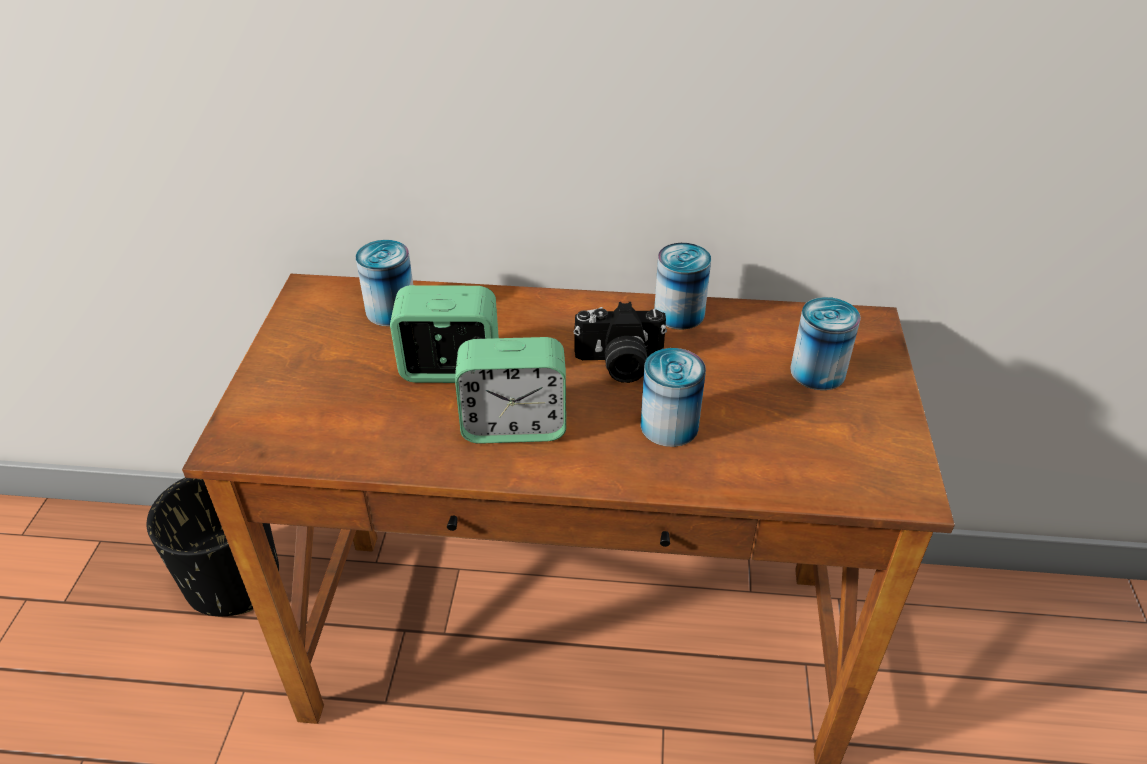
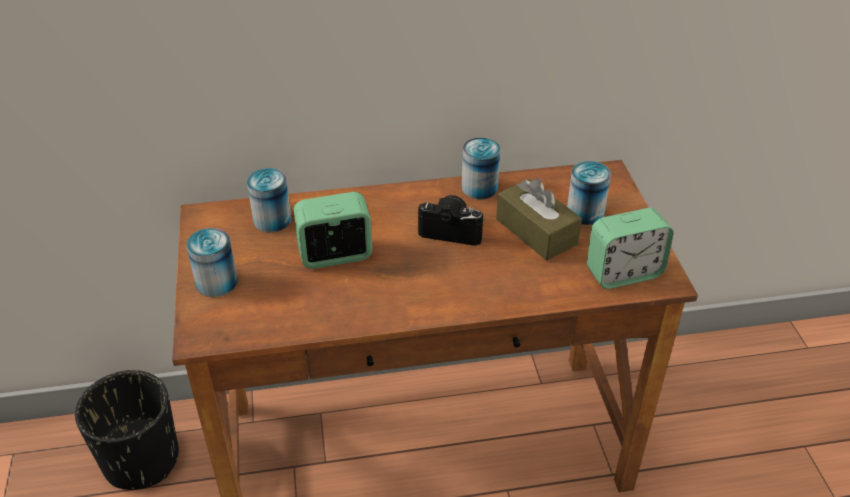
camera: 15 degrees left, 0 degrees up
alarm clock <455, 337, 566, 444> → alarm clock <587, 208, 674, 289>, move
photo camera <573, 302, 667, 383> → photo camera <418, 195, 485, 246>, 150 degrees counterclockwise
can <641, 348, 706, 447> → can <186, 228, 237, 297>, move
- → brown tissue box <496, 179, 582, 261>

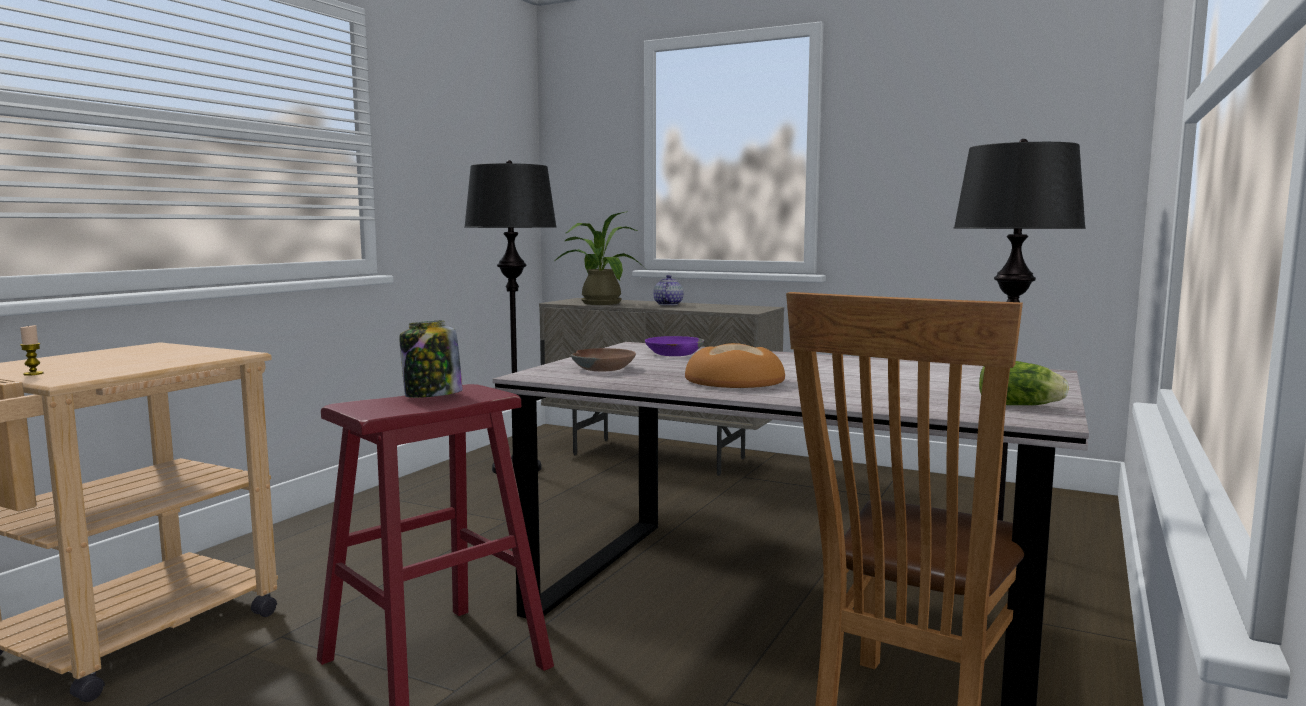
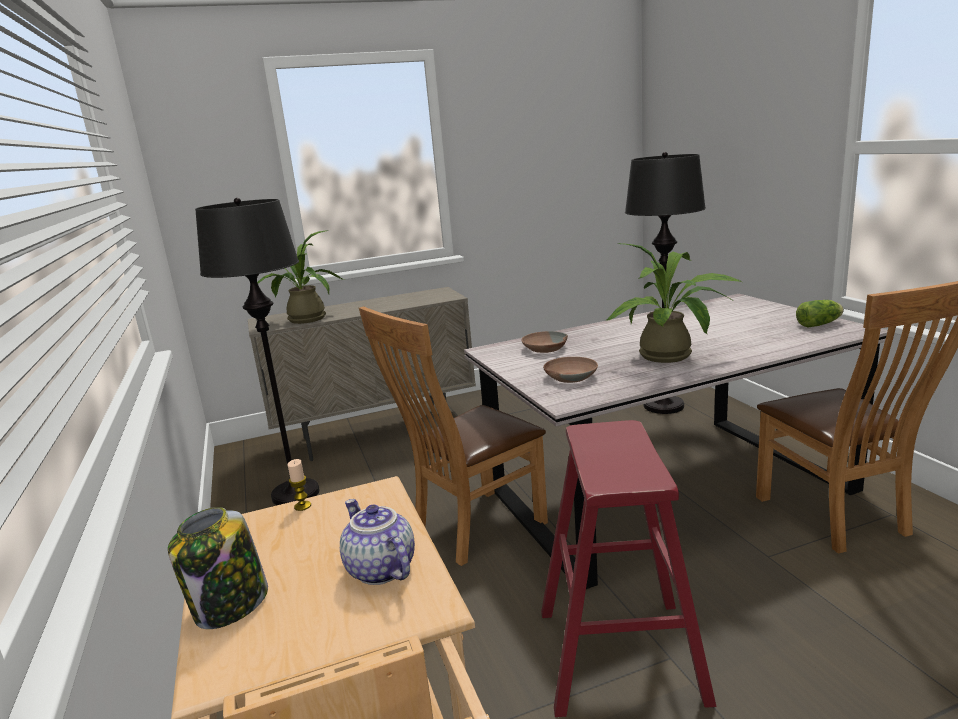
camera: 45 degrees left, 10 degrees up
candle <20, 325, 43, 376> → candle <287, 459, 311, 511>, move
jar <399, 320, 463, 398> → jar <168, 507, 268, 629>, move
purple bowl <645, 336, 704, 356> → brown bowl <522, 331, 568, 353>
teapot <653, 275, 683, 305> → teapot <340, 499, 415, 585>, move
bread <685, 343, 785, 388> → potted plant <605, 243, 742, 363>
- → brown chair <359, 306, 548, 566>

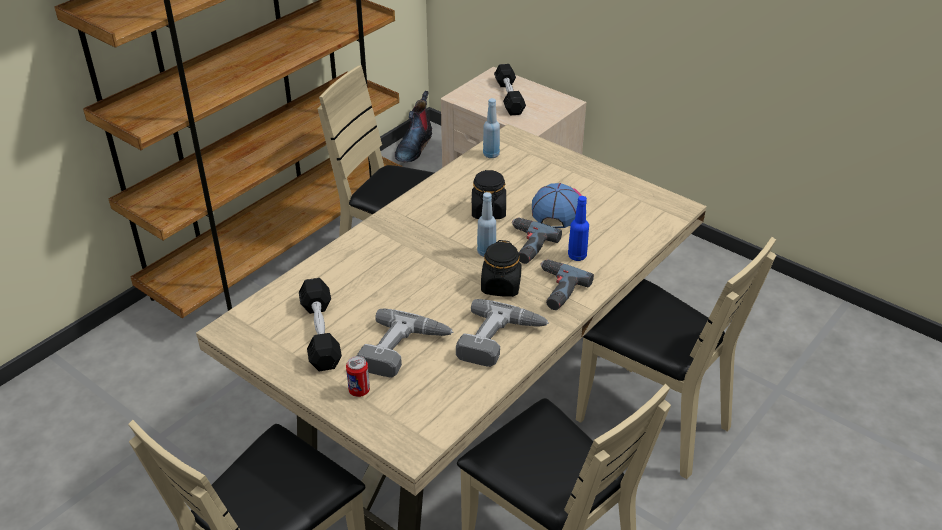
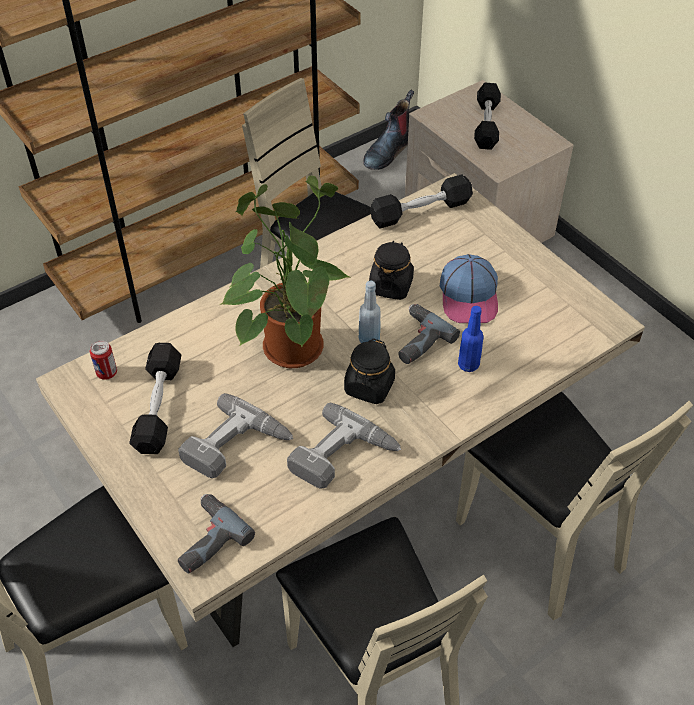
camera: 15 degrees right, 10 degrees up
can <346, 356, 370, 397> → can <90, 340, 117, 380>, move
blue bottle <483, 98, 500, 158> → black dumbbell <370, 174, 473, 229>
cap <532, 183, 582, 228> → cap <440, 254, 498, 323>, 150 degrees clockwise
power drill <541, 259, 594, 310> → power drill <178, 494, 255, 573>, move
- → potted plant <219, 176, 352, 368>

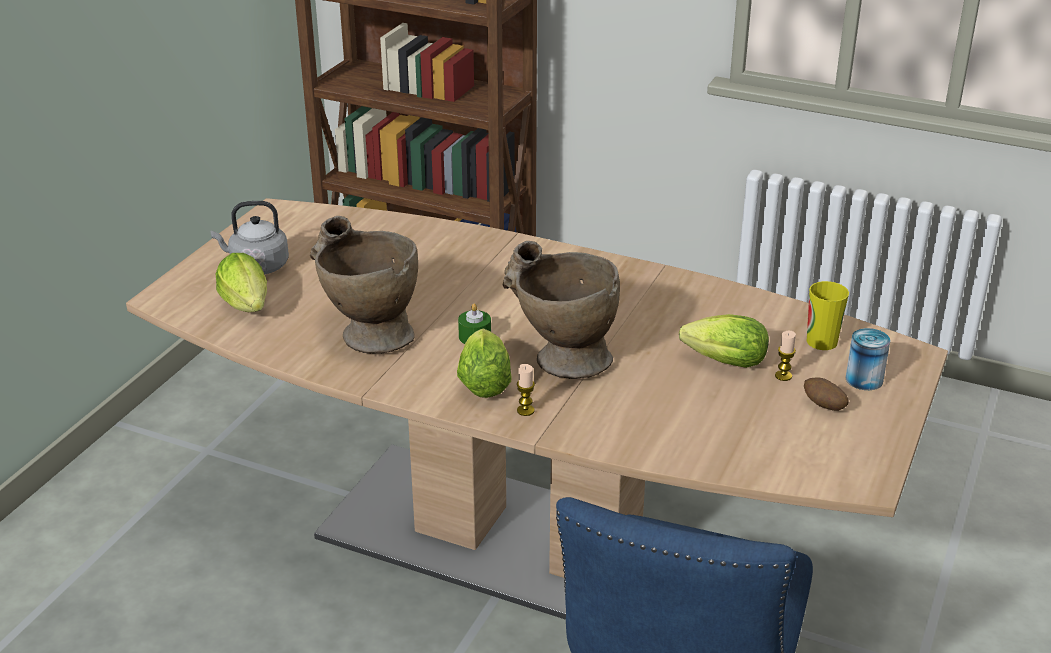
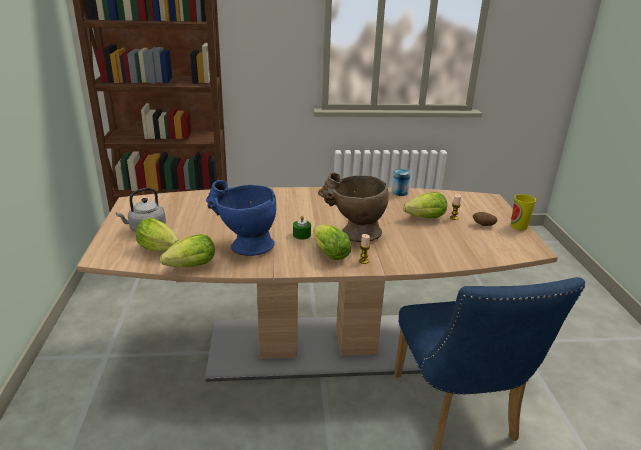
camera: 30 degrees left, 5 degrees down
beige vase <310, 216, 418, 354> → blue vase <206, 180, 276, 256>
cup <807, 281, 849, 350> → cup <510, 194, 536, 230>, move
can <845, 328, 891, 390> → can <392, 169, 411, 196>, move
- → lettuce <160, 234, 215, 268>

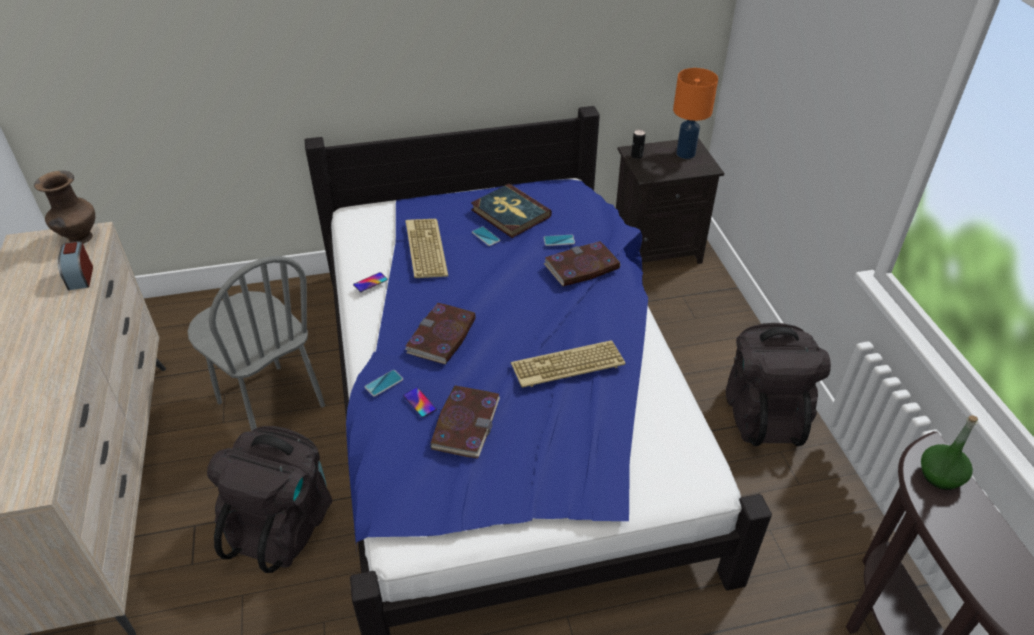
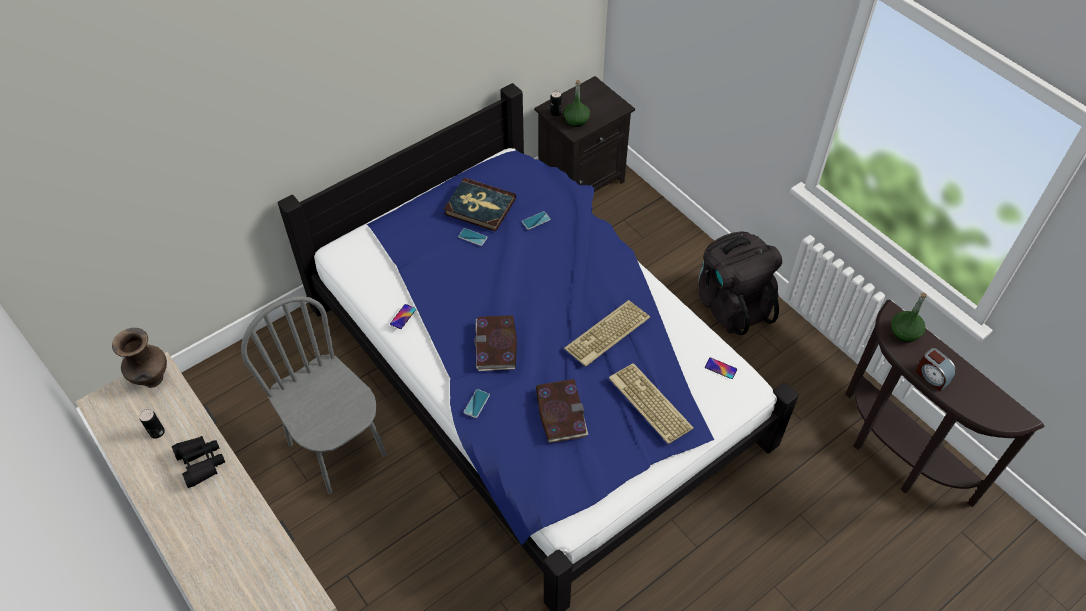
camera: 25 degrees left, 10 degrees up
alarm clock <58, 241, 93, 290> → alarm clock <916, 348, 956, 391>, move
grey chair <188, 256, 325, 431> → grey chair <241, 296, 386, 494>, 150 degrees counterclockwise
black backpack <207, 426, 332, 573> → -
phone <403, 388, 437, 418> → phone <705, 357, 737, 379>, move
keyboard <405, 219, 449, 278> → keyboard <609, 363, 694, 444>, move
book <543, 241, 620, 286> → -
orange table lamp <673, 68, 718, 159> → -
- → can <139, 409, 165, 439>
- → black binoculars <172, 436, 225, 488>
- → green bottle <564, 80, 590, 127>

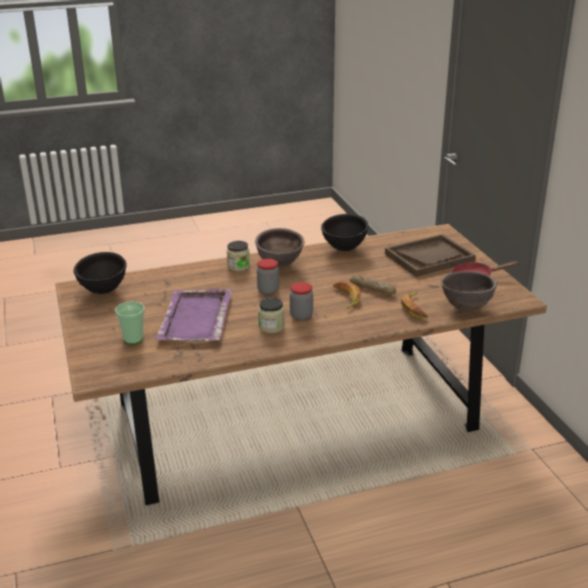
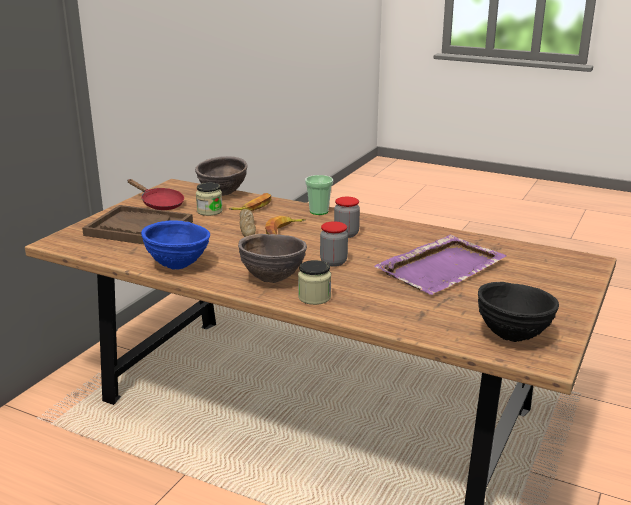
camera: 135 degrees left, 5 degrees down
cup <115, 302, 145, 344> → cup <305, 175, 333, 215>, move
jar <258, 298, 285, 333> → jar <196, 182, 223, 216>, move
black bowl <321, 214, 369, 251> → blue bowl <141, 221, 210, 270>

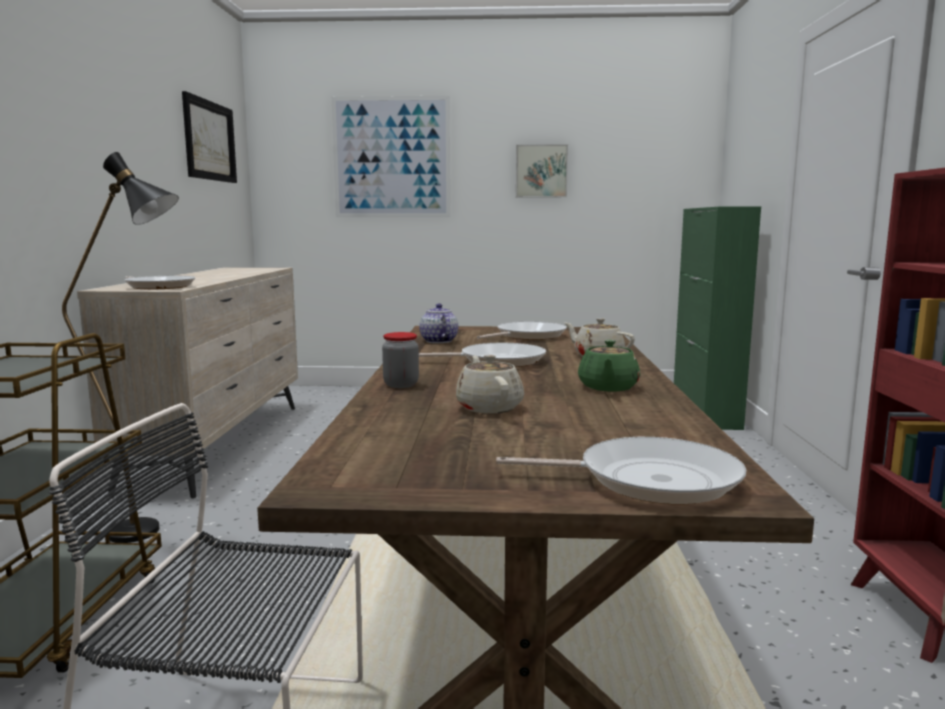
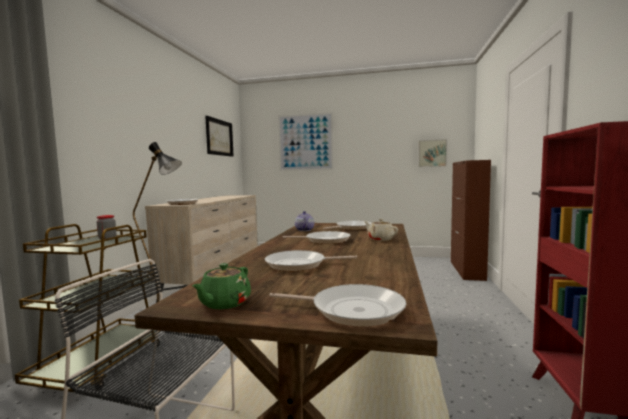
camera: 10 degrees right, 5 degrees down
jar <382, 332, 419, 388> → jar <97, 215, 116, 239>, move
beige teapot <456, 355, 524, 413> → frying pan <265, 250, 357, 271>
picture <516, 144, 568, 197> → picture <418, 139, 447, 167>, move
green teapot <578, 340, 640, 391> → green teapot <192, 263, 251, 309>, move
green cabinet <674, 207, 761, 430> → brown cabinet <451, 160, 491, 281>

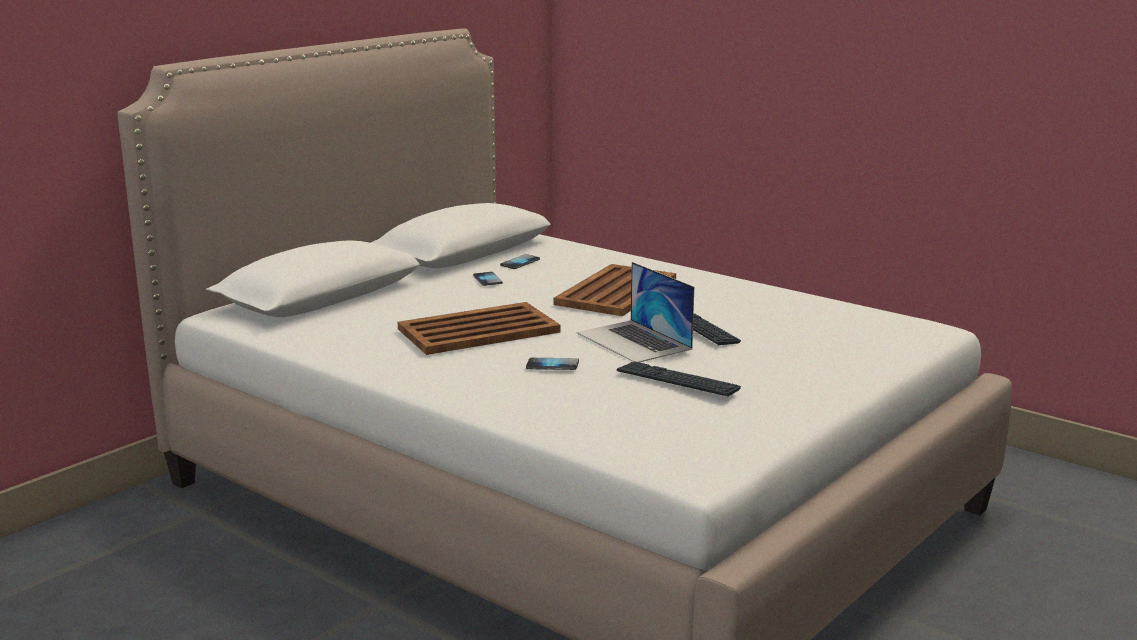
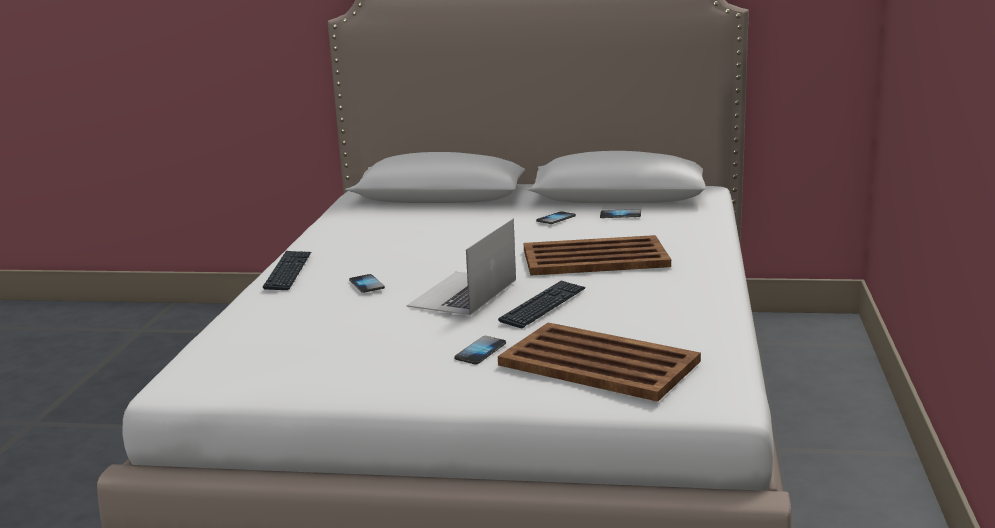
camera: 60 degrees right, 0 degrees up
brown tray <398, 302, 560, 355> → brown tray <498, 323, 701, 402>, move
keyboard <617, 361, 741, 397> → keyboard <263, 251, 311, 290>, move
- → phone <454, 336, 506, 364>

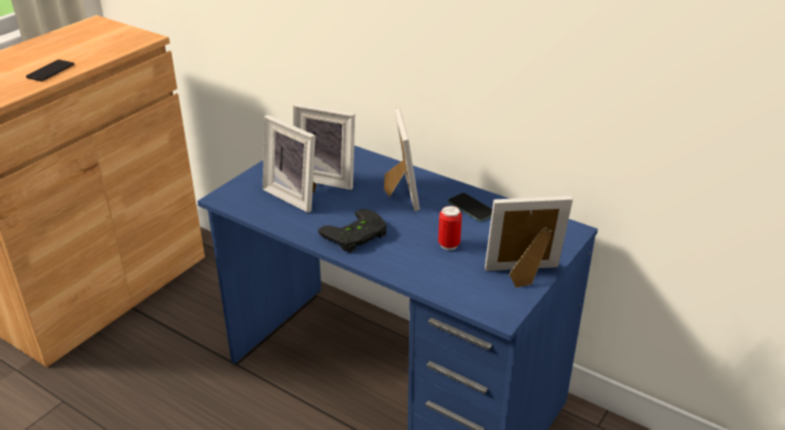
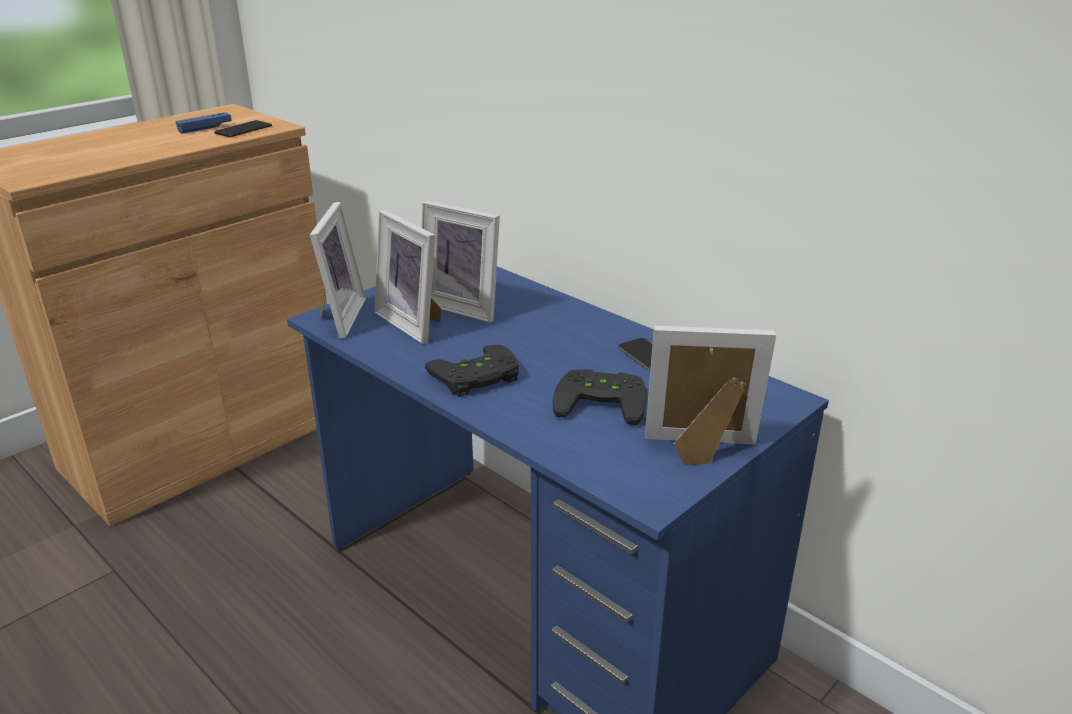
camera: 10 degrees right, 5 degrees down
phone <26, 60, 75, 82> → phone <214, 120, 272, 137>, move
picture frame <384, 108, 420, 211> → picture frame <310, 202, 366, 338>, move
can <438, 206, 462, 250> → black game controller <553, 369, 647, 425>
- → blue game controller <176, 112, 232, 134>

